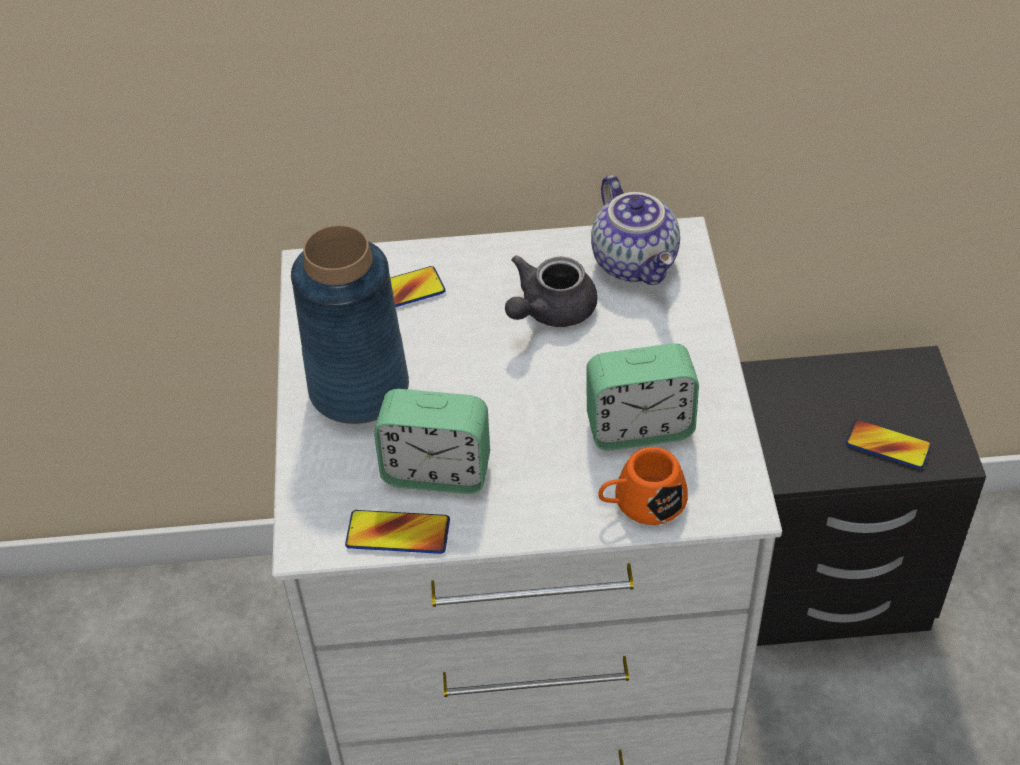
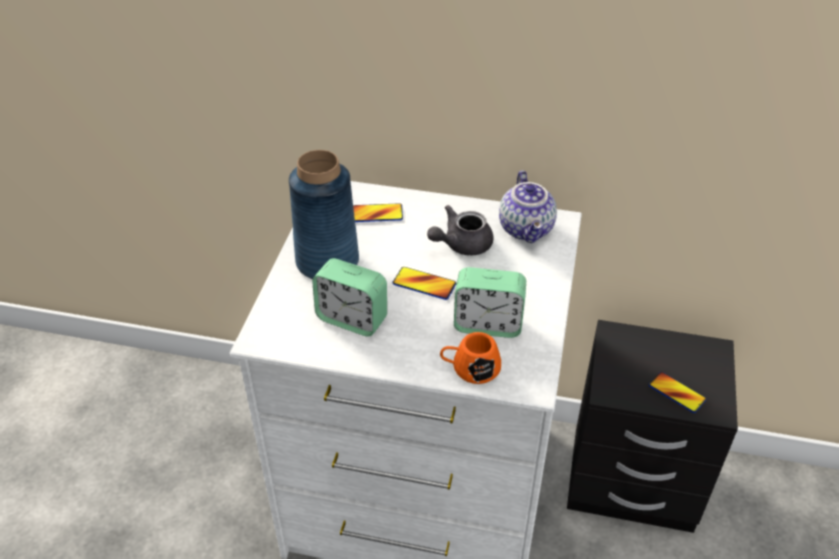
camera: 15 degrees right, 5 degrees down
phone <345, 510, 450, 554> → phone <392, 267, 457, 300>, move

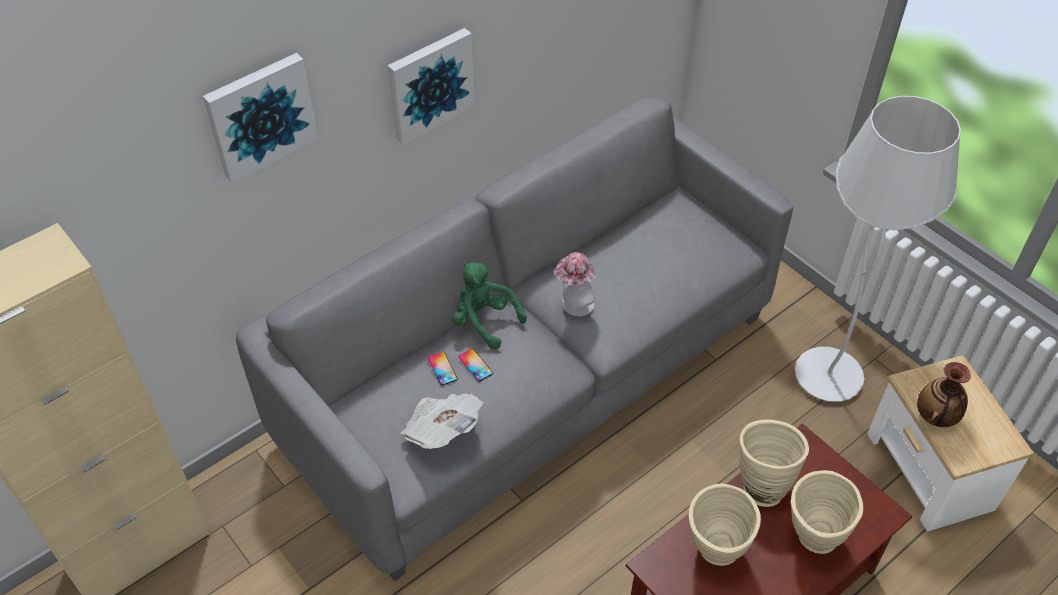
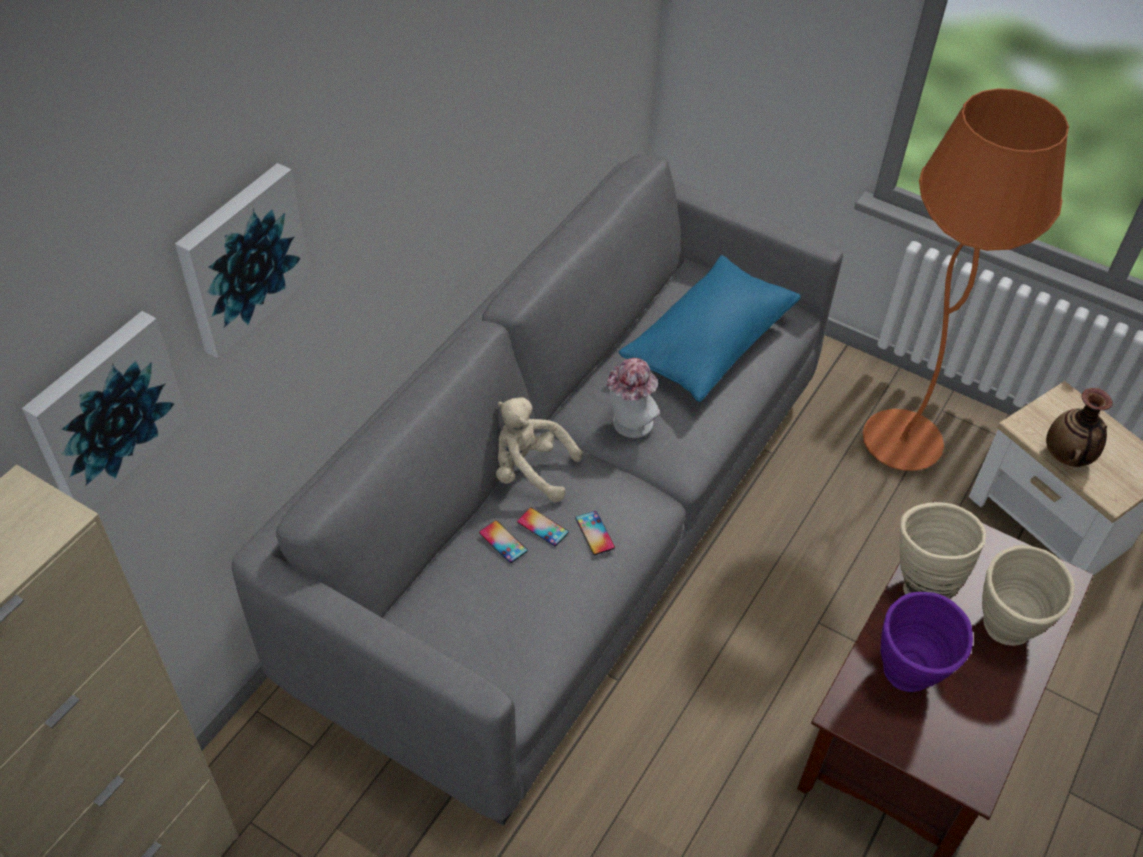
camera: 20 degrees left, 0 degrees up
picture <387, 28, 475, 145> → picture <22, 311, 188, 509>, move
newspaper <400, 393, 483, 449> → -
green plush toy <452, 262, 527, 350> → beige plush toy <496, 397, 582, 502>
beige vase <689, 483, 761, 566> → purple vase <881, 592, 973, 692>
white floor lamp <795, 96, 961, 402> → orange floor lamp <863, 88, 1069, 471>
- → phone <575, 511, 615, 555>
- → blue pillow <619, 255, 801, 402>

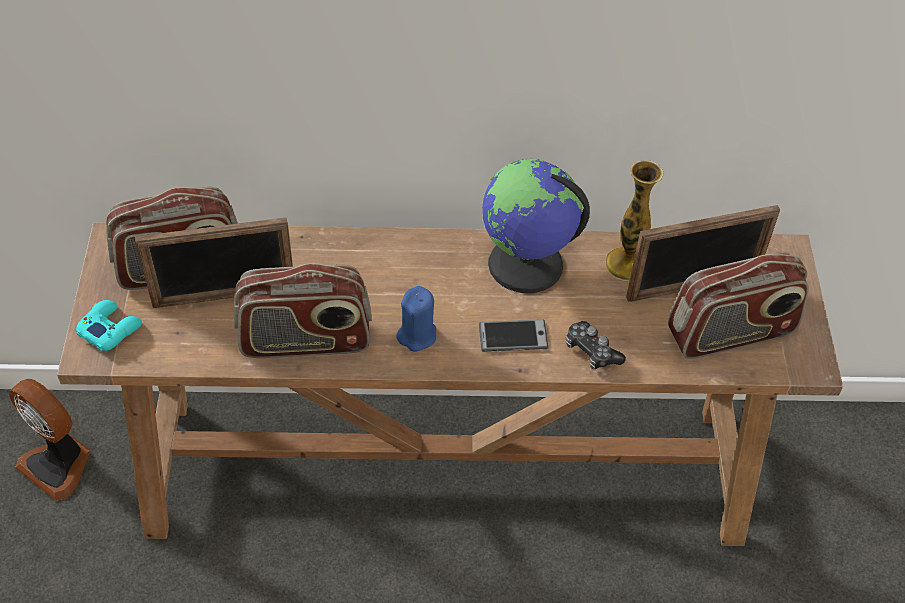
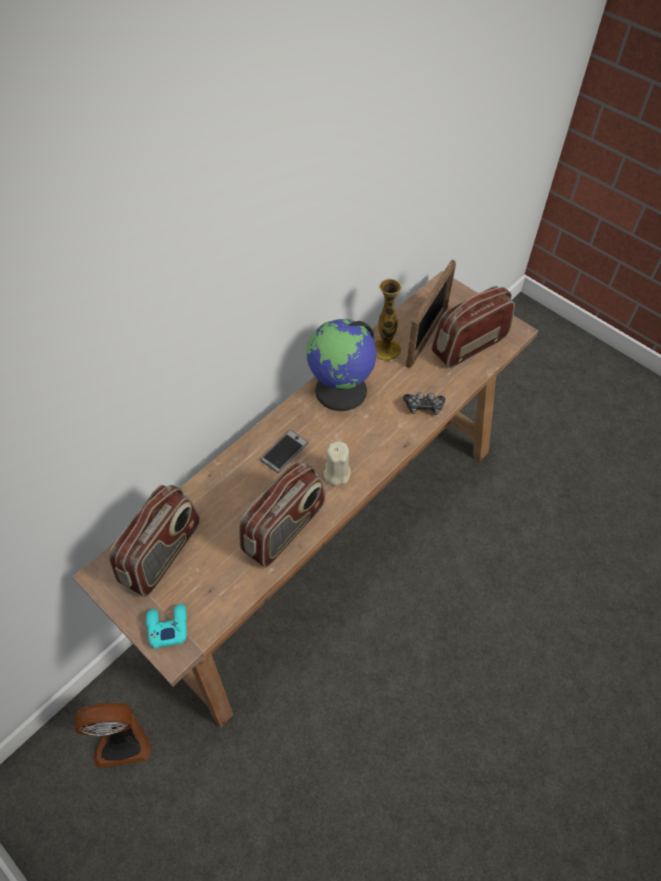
camera: 45 degrees left, 5 degrees up
picture frame <135, 217, 293, 308> → -
blue candle <396, 286, 436, 352> → beige candle <323, 441, 351, 485>
phone <479, 319, 548, 352> → phone <260, 430, 309, 473>, move
radio <668, 252, 809, 359> → radio <432, 286, 515, 368>, 150 degrees counterclockwise

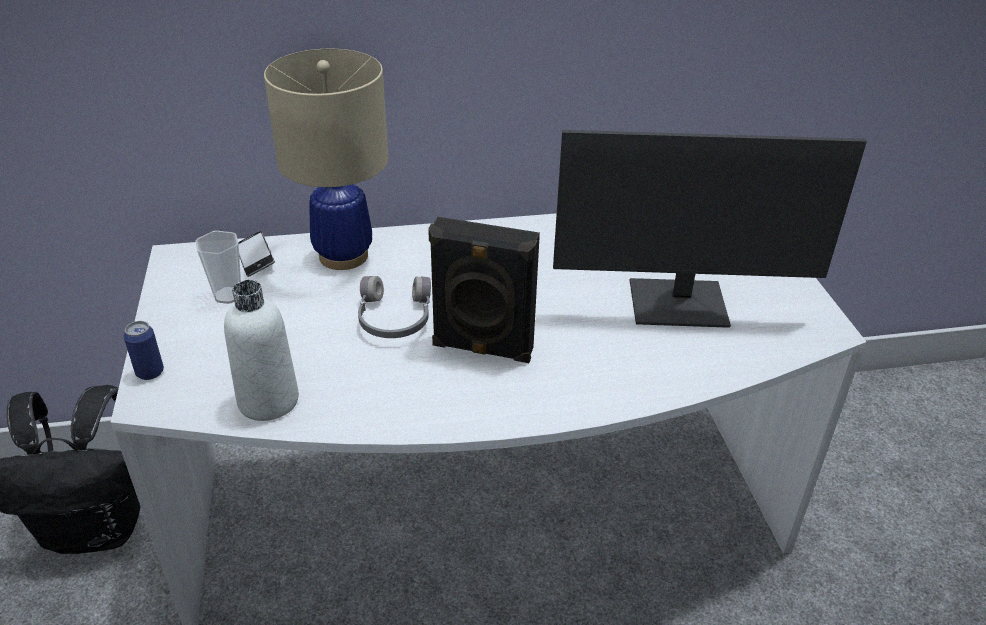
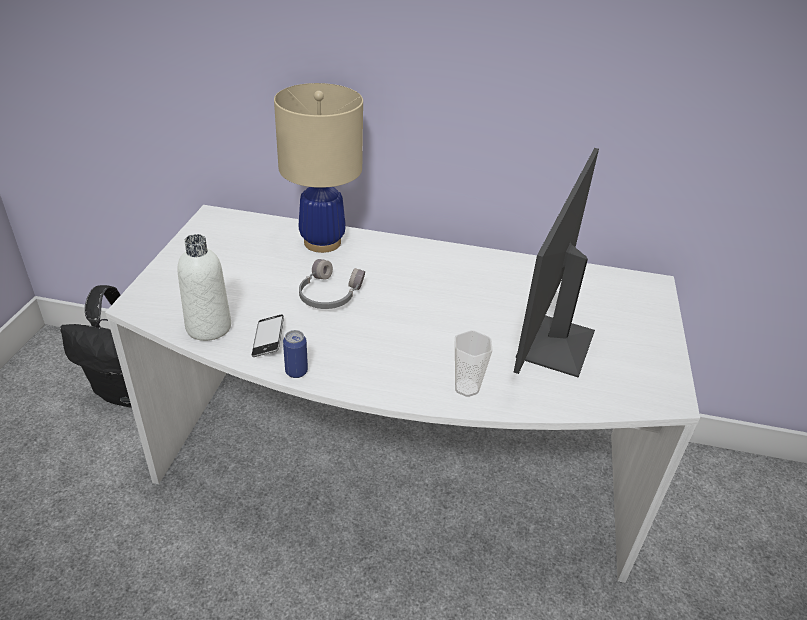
camera: 20 degrees right, 0 degrees up
can <124, 321, 164, 380> → can <283, 330, 308, 378>, move
cup <195, 230, 241, 304> → cup <455, 330, 493, 397>, move
phone <238, 231, 275, 277> → phone <252, 314, 284, 357>, move
black speaker <428, 217, 540, 363> → -
monitor <553, 130, 867, 328> → monitor <514, 148, 599, 377>, 90 degrees clockwise

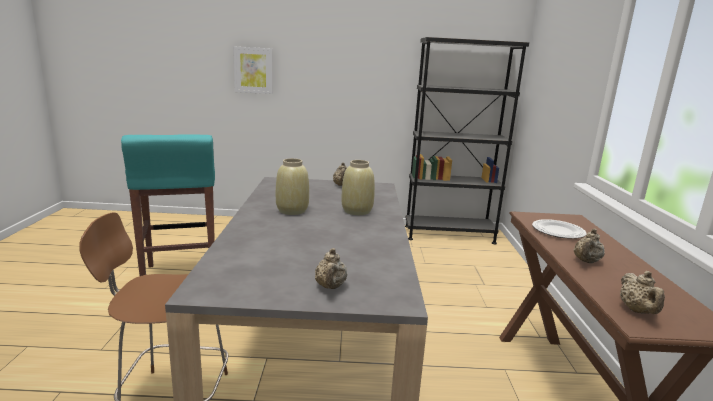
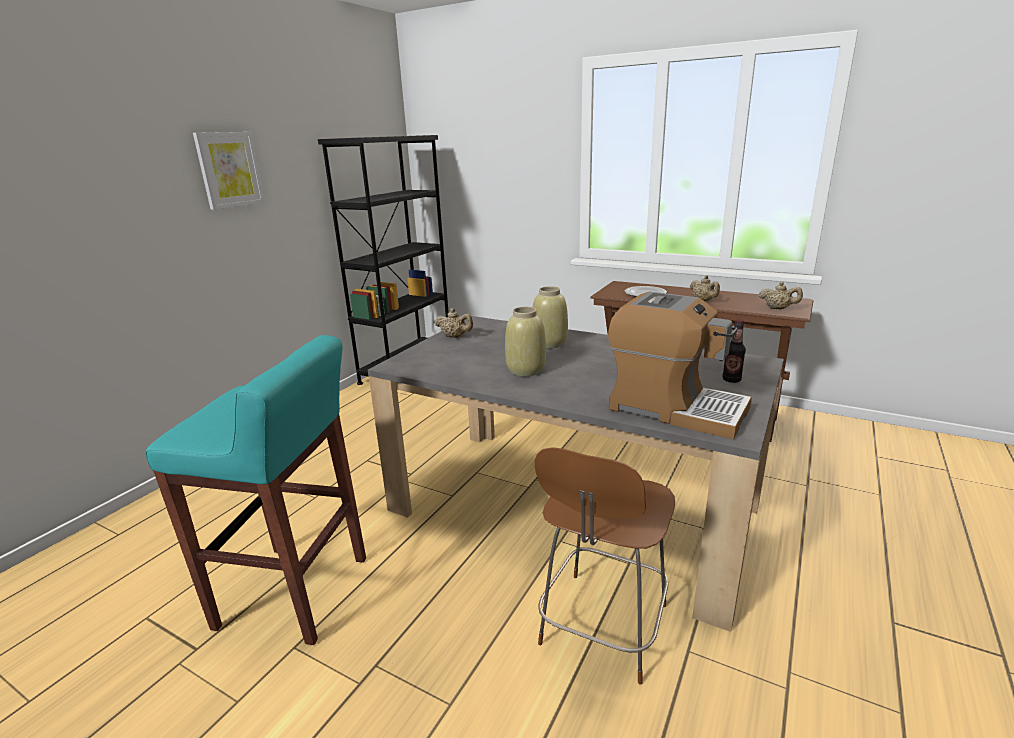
camera: 60 degrees left, 5 degrees up
picture <233, 46, 273, 94> → picture <193, 132, 265, 210>, move
beige teapot <315, 248, 347, 289> → bottle <722, 319, 746, 383>
- → coffee machine <608, 291, 752, 440>

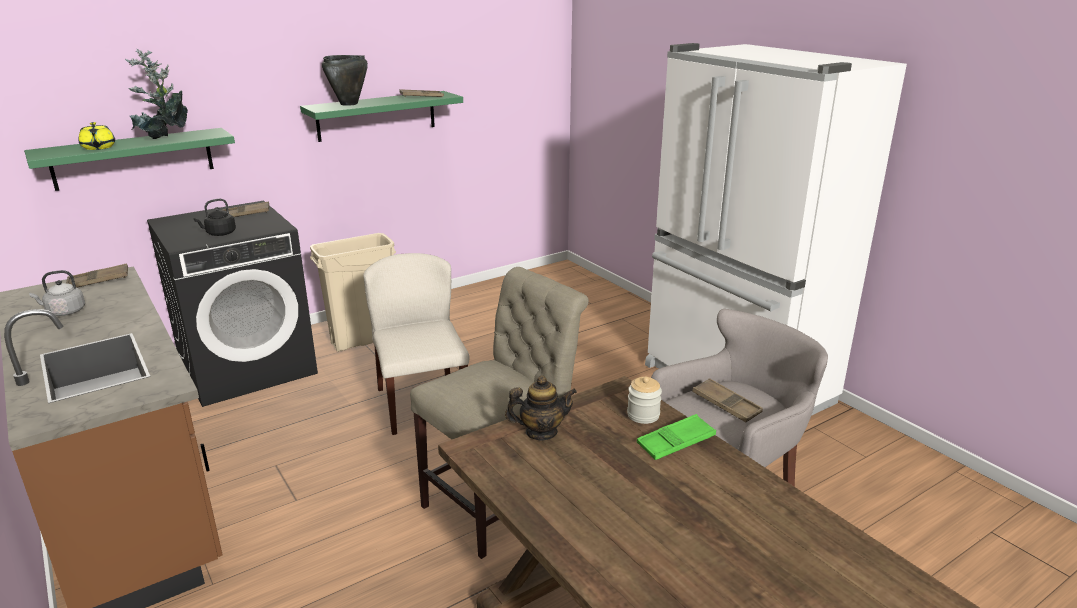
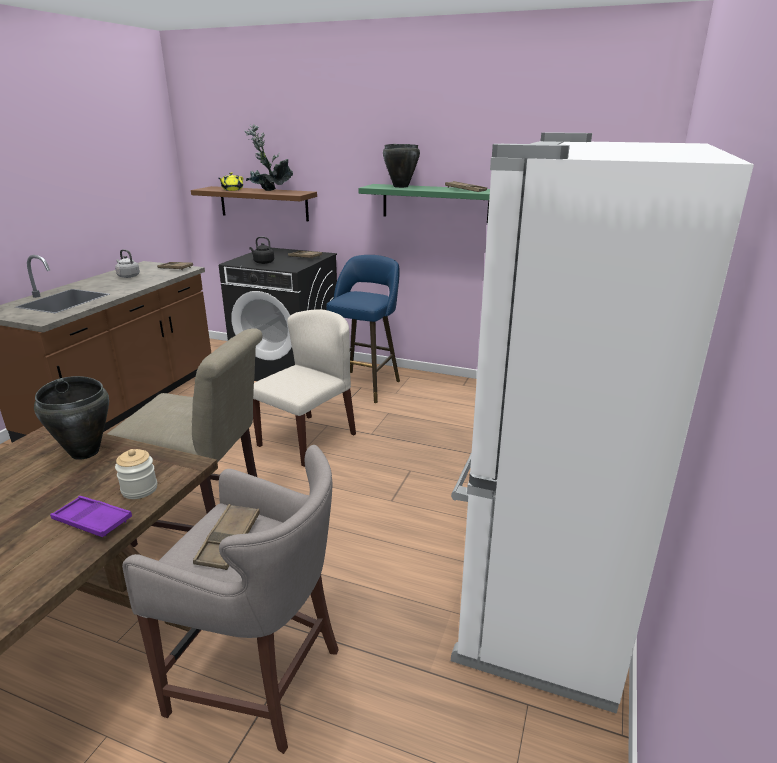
camera: 55 degrees right, 0 degrees up
green shelf <24, 128, 235, 191> → brown shelf <191, 186, 317, 221>
beige trash can <310, 233, 396, 352> → blue stool <326, 255, 400, 403>
teapot <505, 376, 577, 441> → black cooking pot <34, 376, 109, 460>
green tray <637, 414, 716, 460> → purple tray <50, 496, 132, 537>

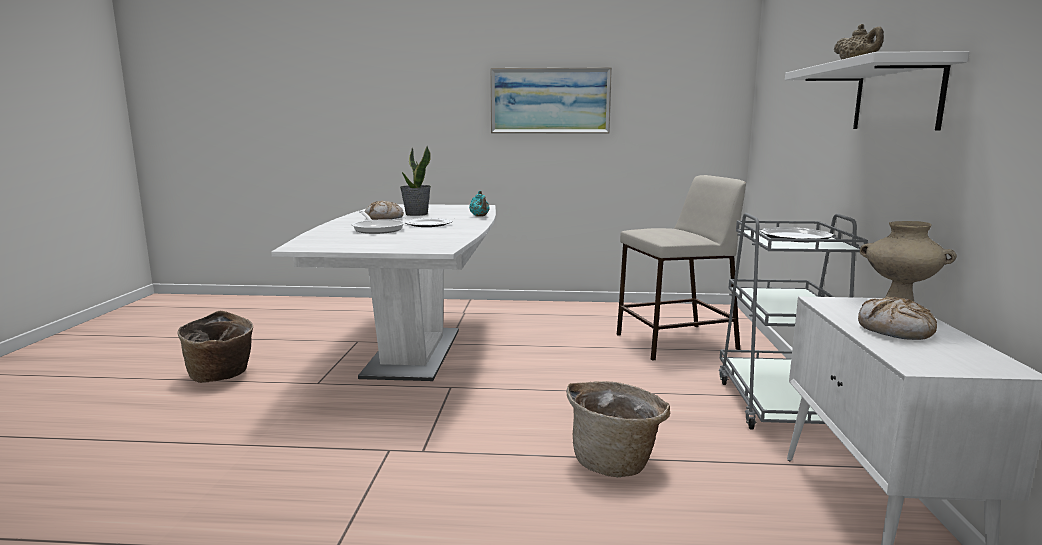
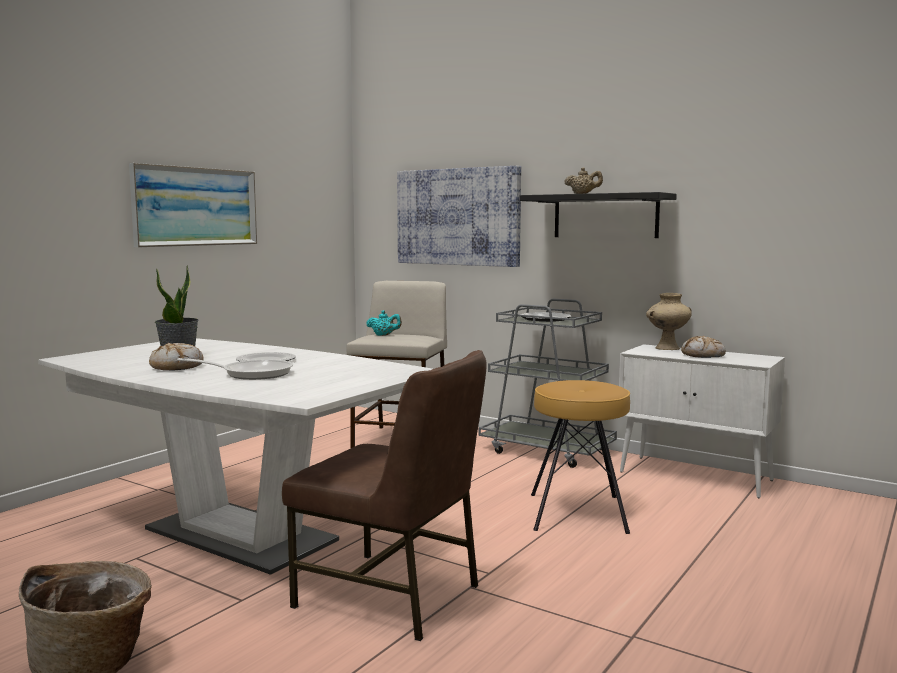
camera: 60 degrees left, 5 degrees down
turquoise teapot <469, 191, 490, 217> → turquoise teapot <366, 310, 402, 336>, move
basket <566, 381, 670, 477> → brown stool <531, 380, 630, 534>
white shelf <785, 51, 969, 130> → black shelf <520, 192, 677, 238>
- → brown chair <282, 350, 486, 641>
- → picture <397, 166, 521, 267>

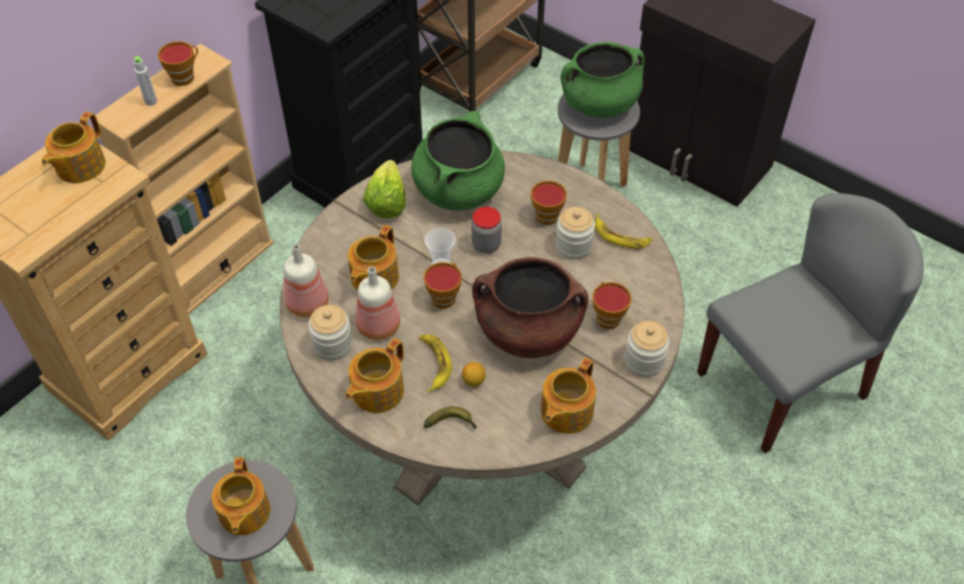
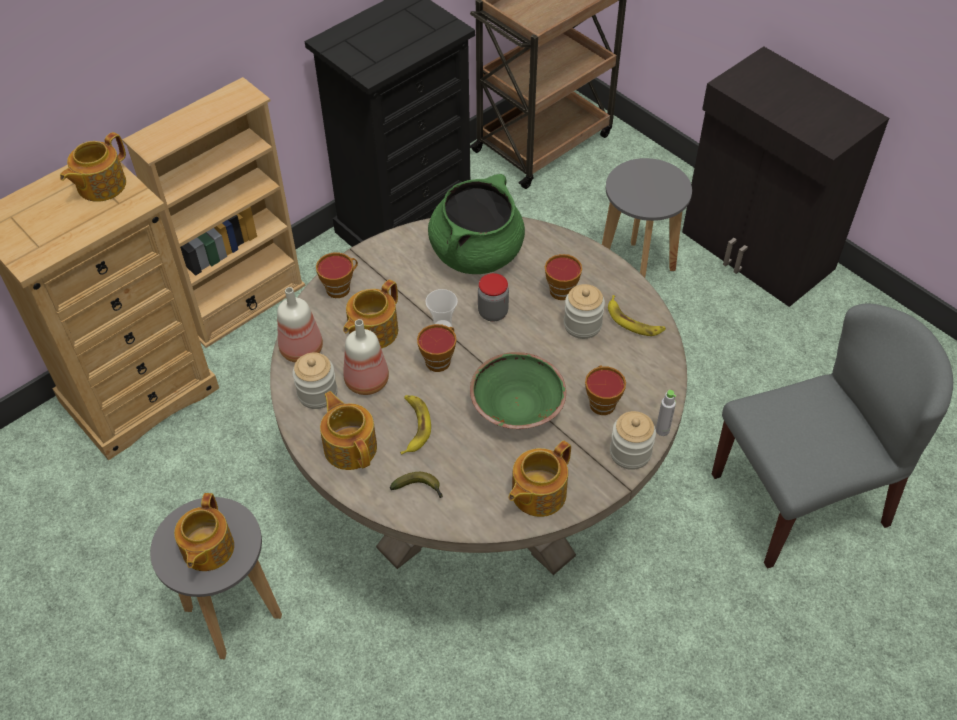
camera: 10 degrees right, 0 degrees up
grey bottle <134, 56, 157, 106> → grey bottle <656, 390, 676, 436>, move
cup <158, 41, 198, 86> → cup <316, 253, 358, 298>, move
teapot <345, 338, 404, 413> → teapot <320, 391, 377, 470>, 105 degrees clockwise
lettuce <363, 160, 406, 218> → -
lemon <462, 362, 486, 387> → -
brown cooking pot <472, 257, 588, 358> → green bowl <470, 352, 566, 429>
green cooking pot <561, 42, 645, 118> → -

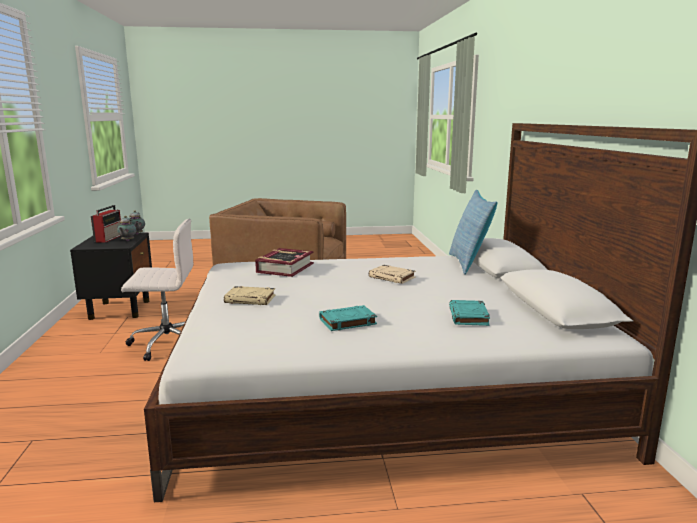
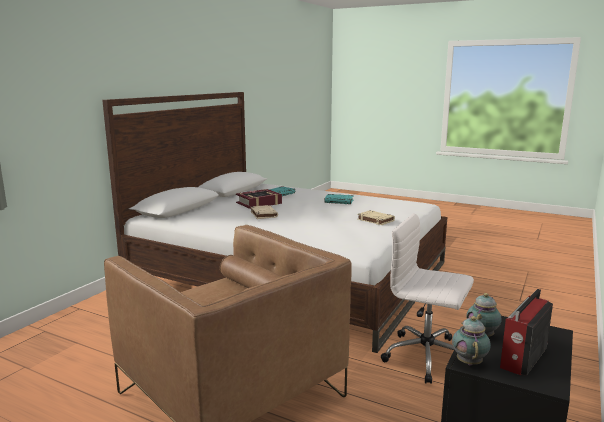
camera: 145 degrees left, 0 degrees up
book <255, 248, 314, 277> → book <236, 189, 282, 209>, move
pillow <449, 190, 497, 275> → -

